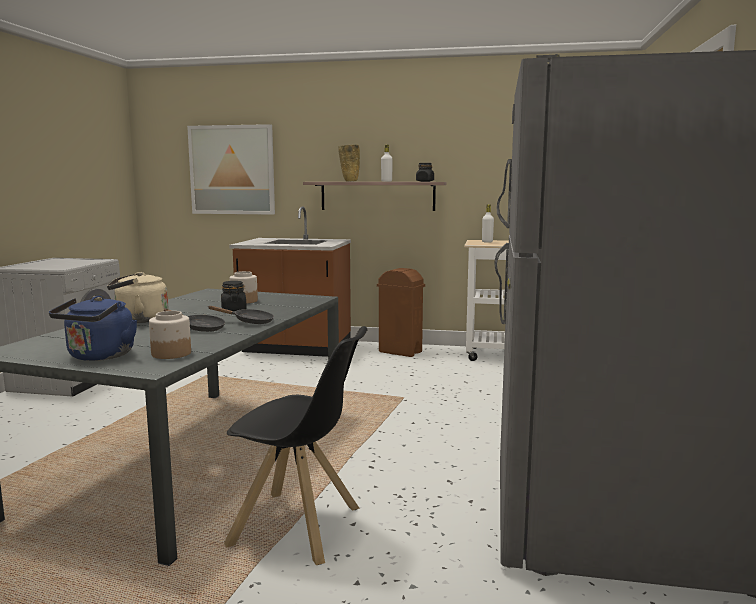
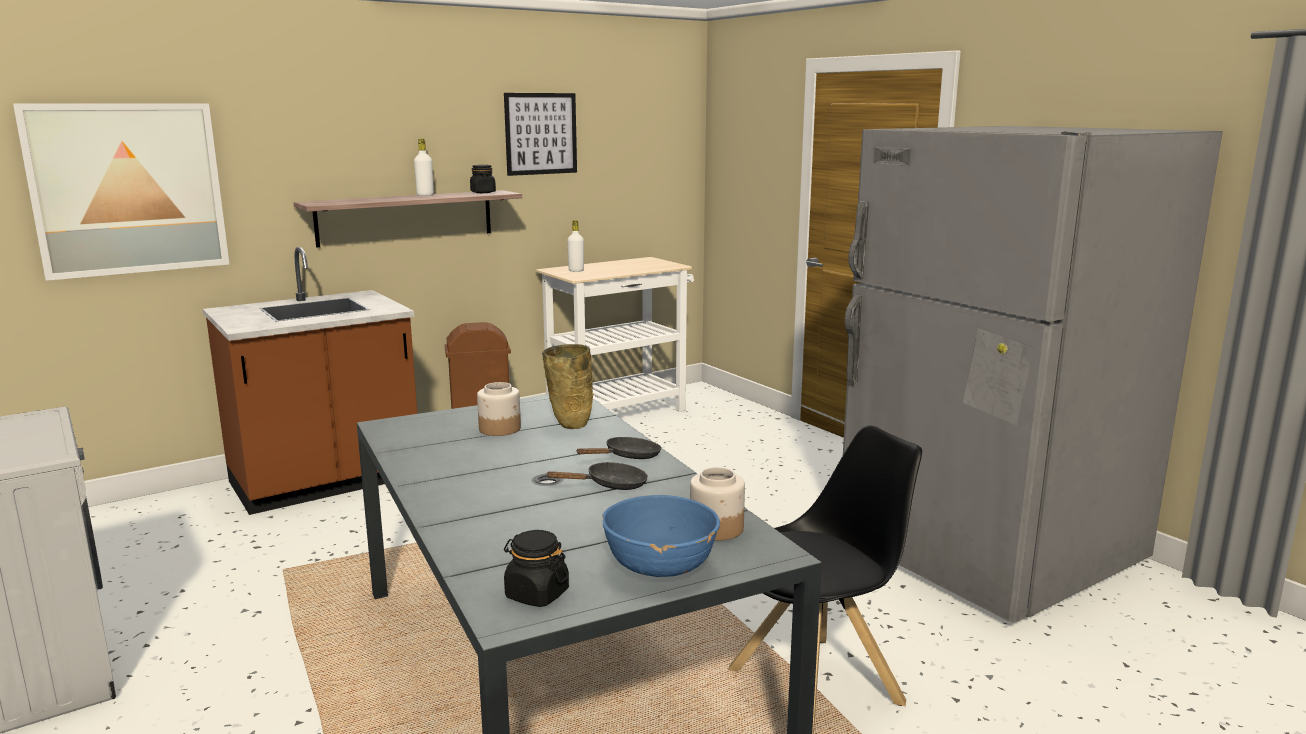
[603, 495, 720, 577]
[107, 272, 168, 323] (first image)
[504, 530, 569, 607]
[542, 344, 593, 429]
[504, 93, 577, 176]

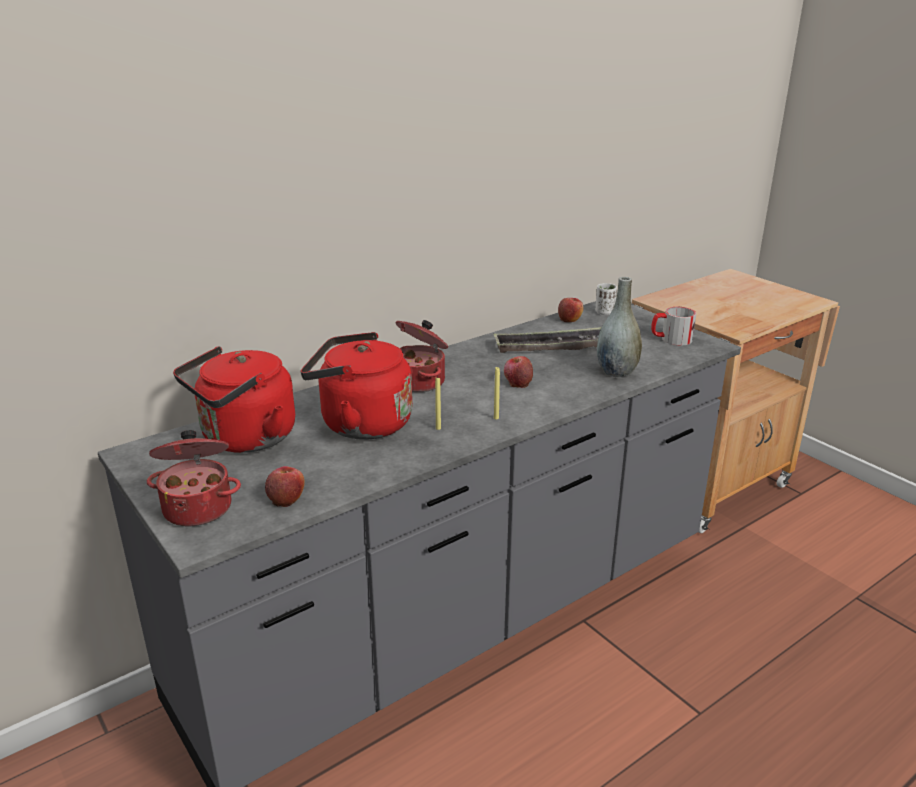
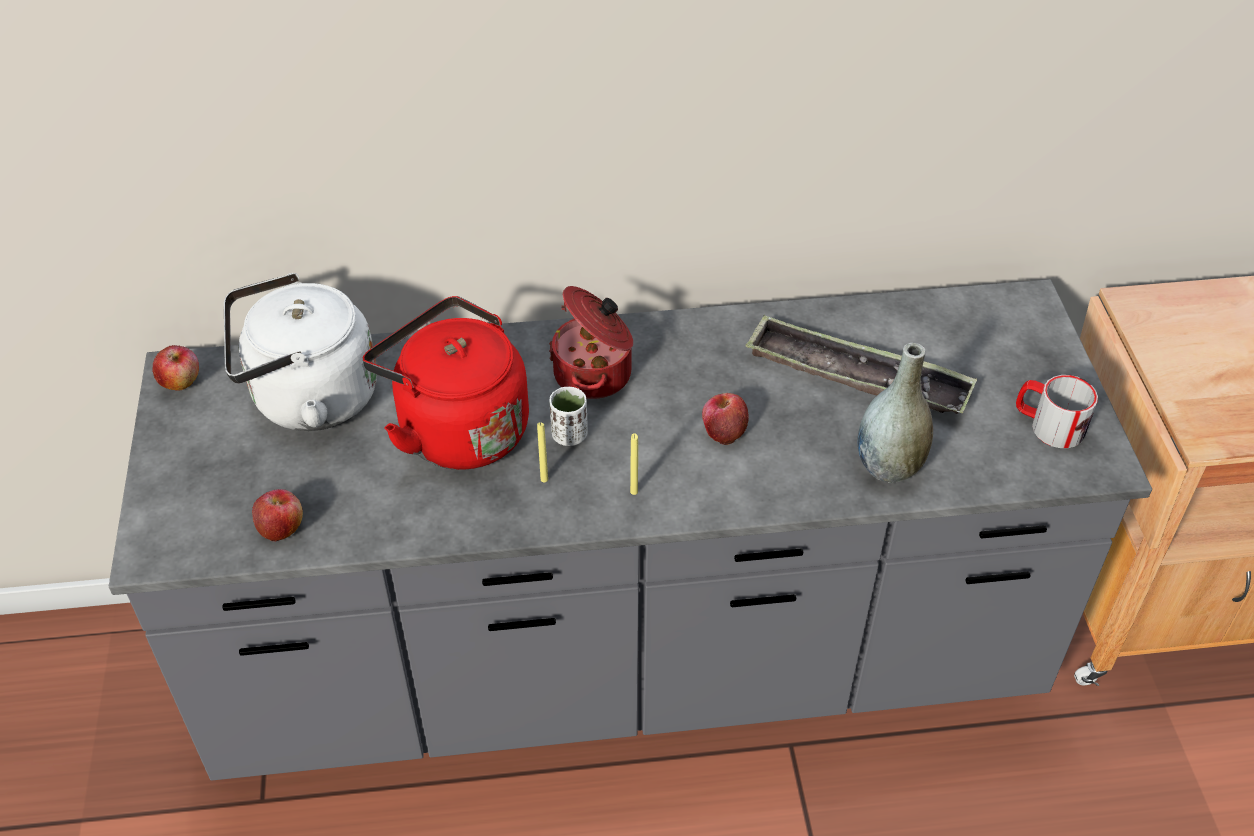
[147, 430, 241, 526] (first image)
[224, 273, 377, 431]
[152, 345, 199, 391]
[549, 387, 588, 446]

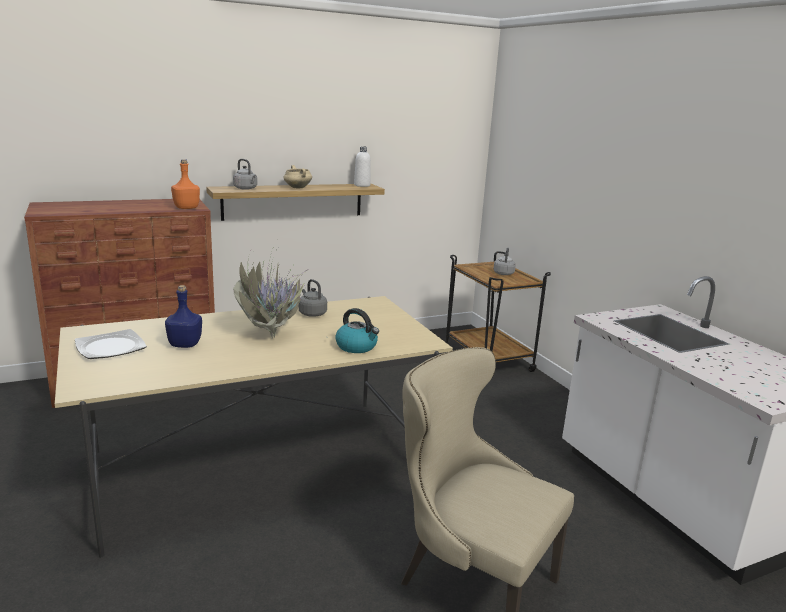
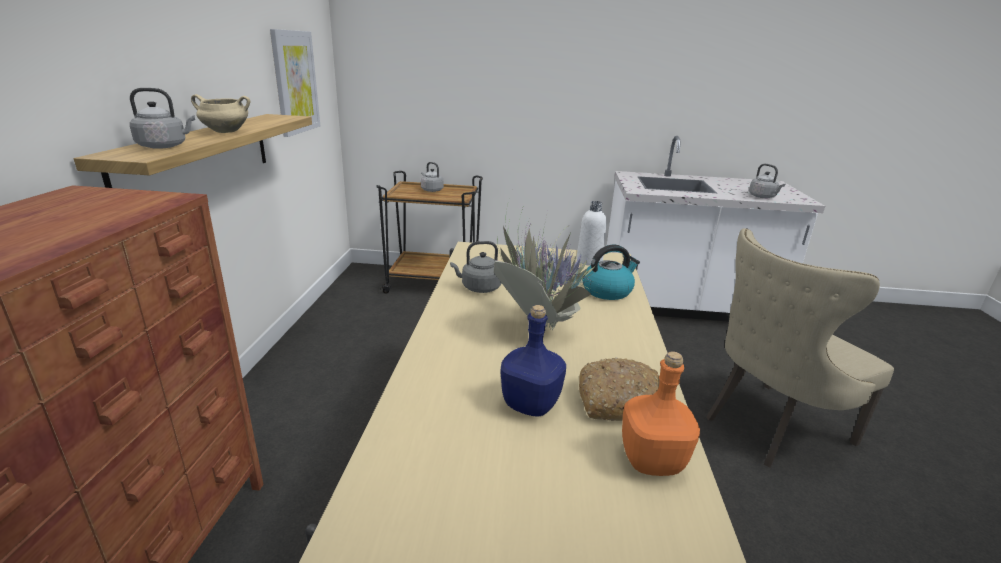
[75, 329, 147, 359] (first image)
[622, 351, 700, 476]
[577, 201, 606, 266]
[270, 29, 320, 137]
[579, 357, 660, 421]
[749, 164, 785, 198]

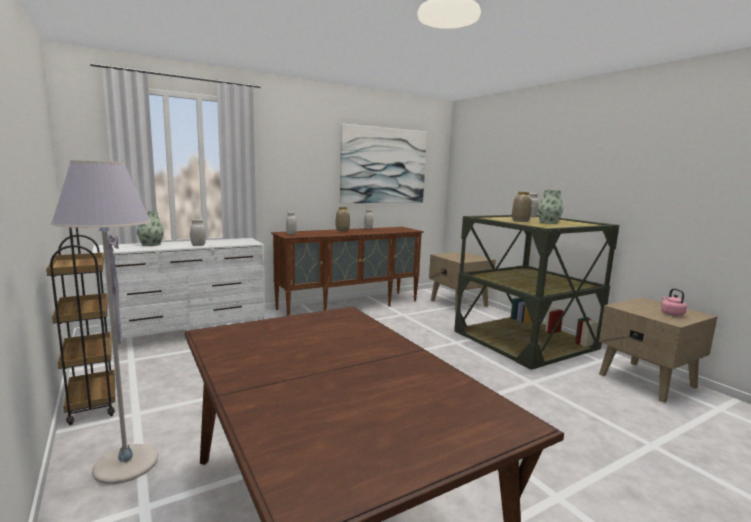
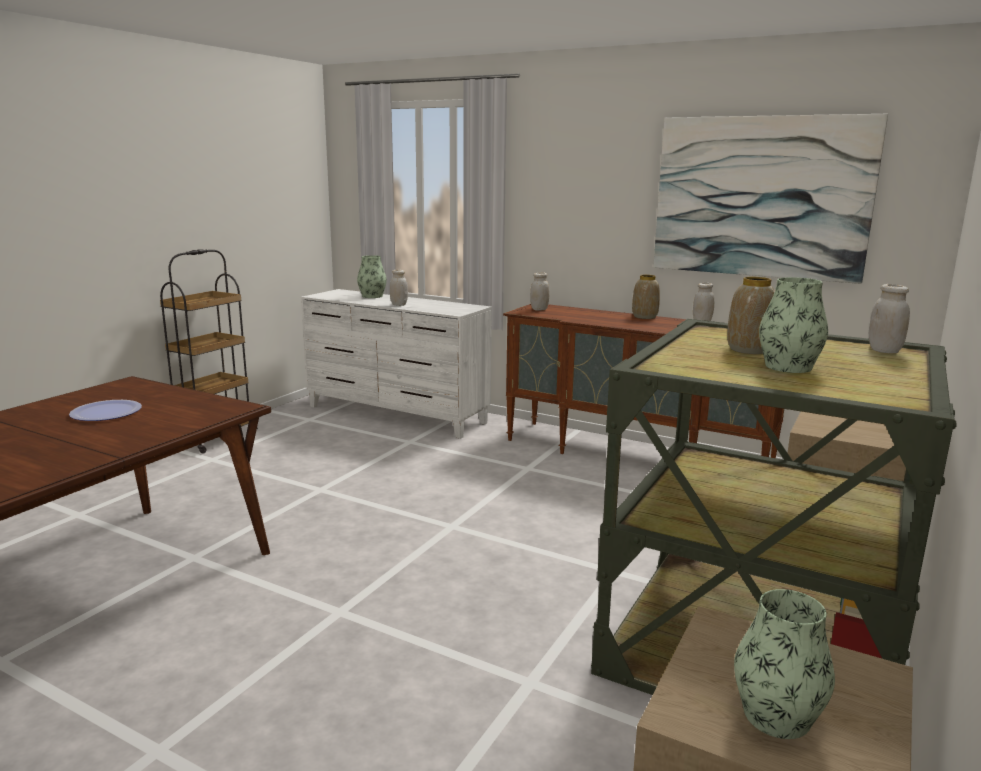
[51, 160, 158, 484] (first image)
[734, 589, 835, 739]
[69, 400, 142, 421]

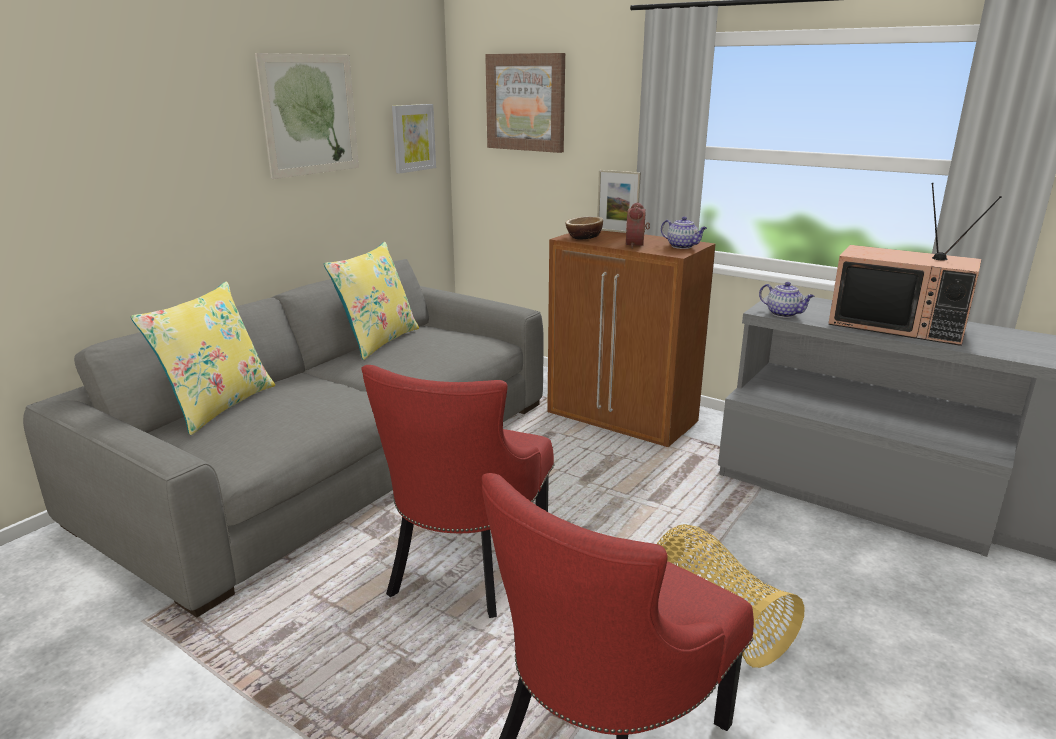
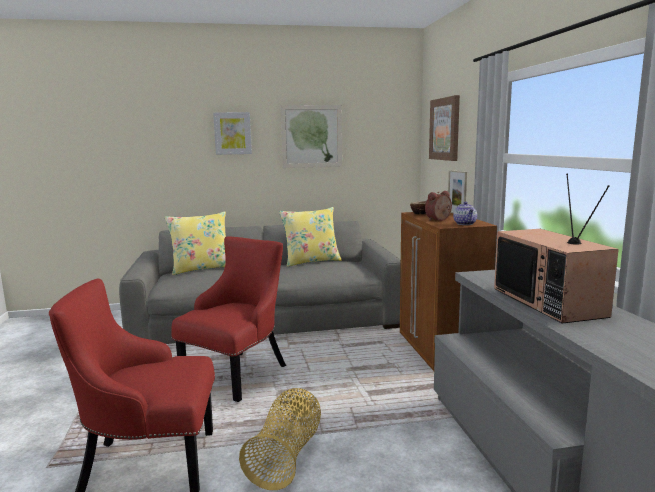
[171, 237, 286, 402]
[213, 112, 252, 155]
[759, 282, 814, 318] (first image)

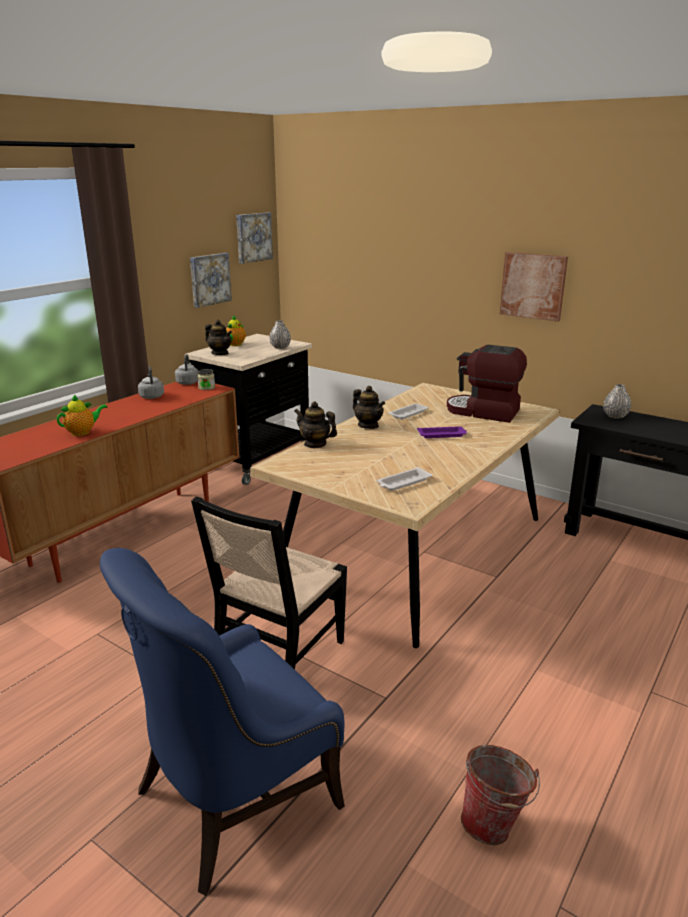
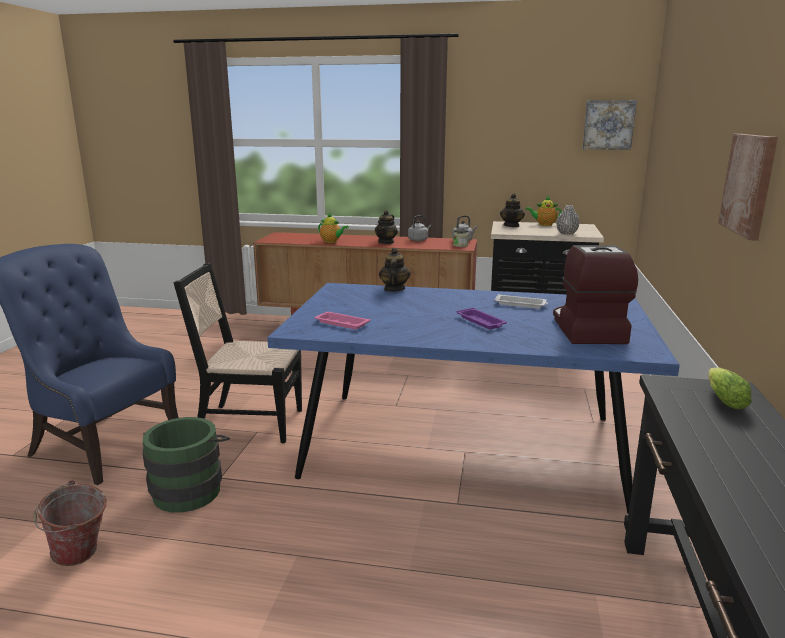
[190, 253, 232, 308] (first image)
[267, 283, 680, 513]
[375, 210, 398, 244]
[315, 312, 371, 329]
[708, 367, 752, 410]
[143, 417, 230, 513]

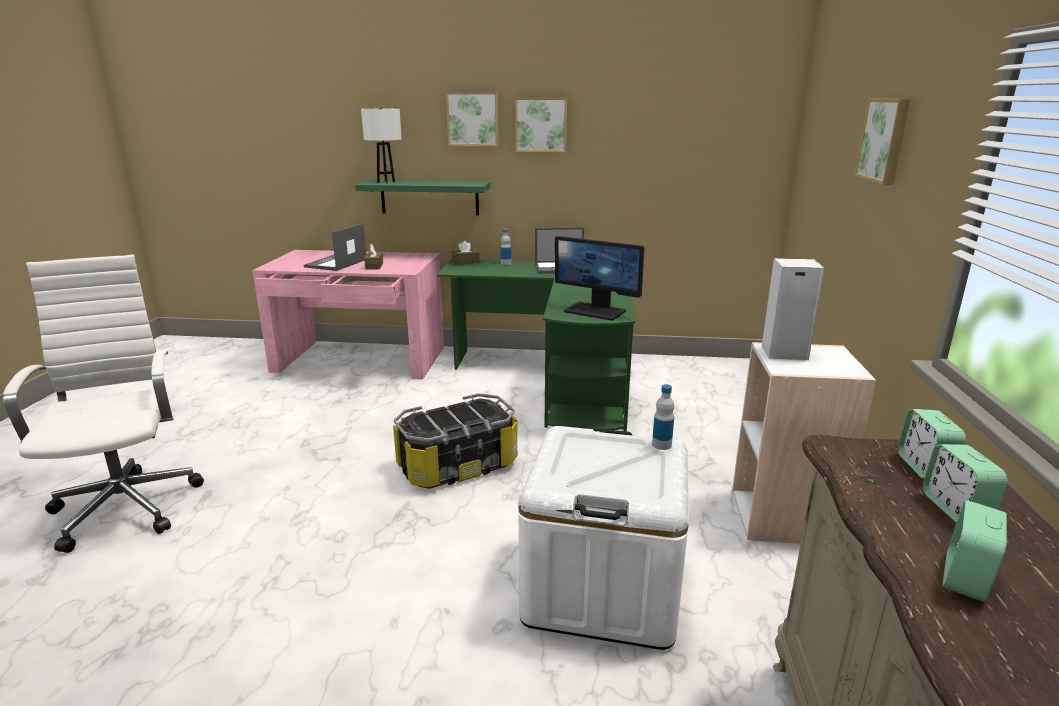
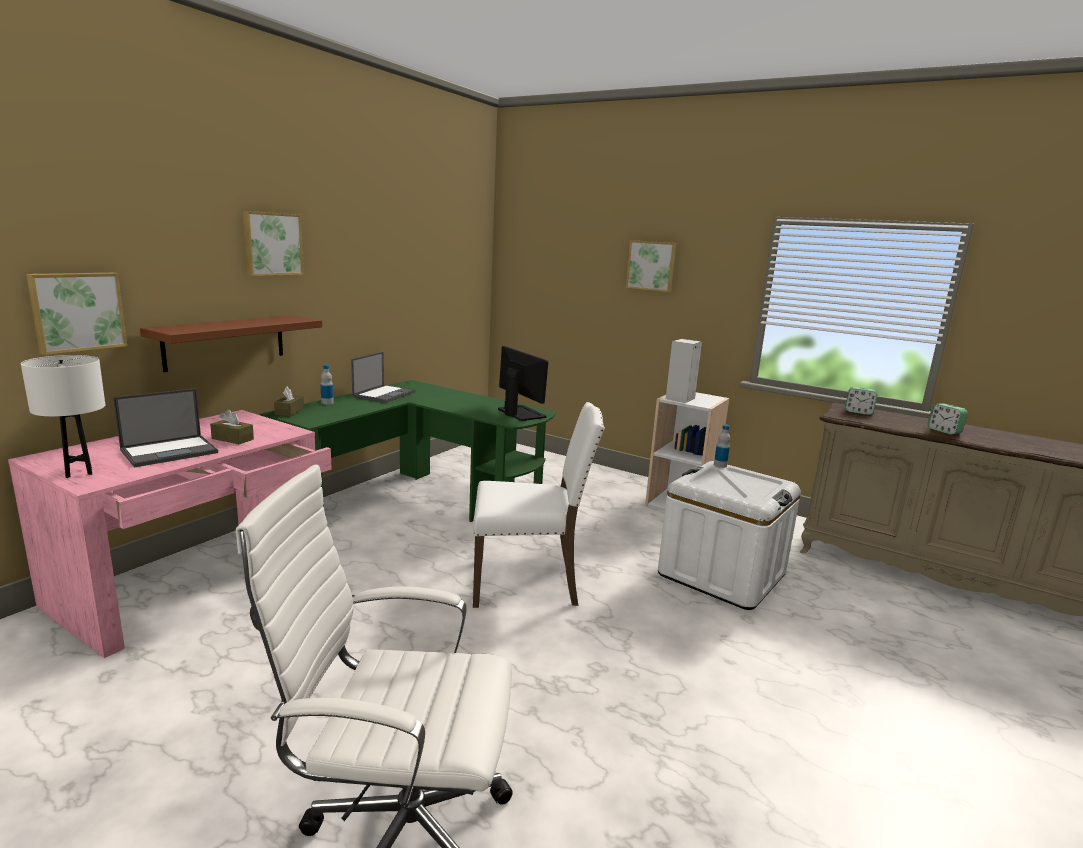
[113, 388, 218, 467]
[140, 315, 322, 372]
[21, 355, 105, 478]
[473, 402, 605, 608]
[26, 273, 127, 355]
[498, 346, 548, 421]
[923, 444, 1008, 523] (first image)

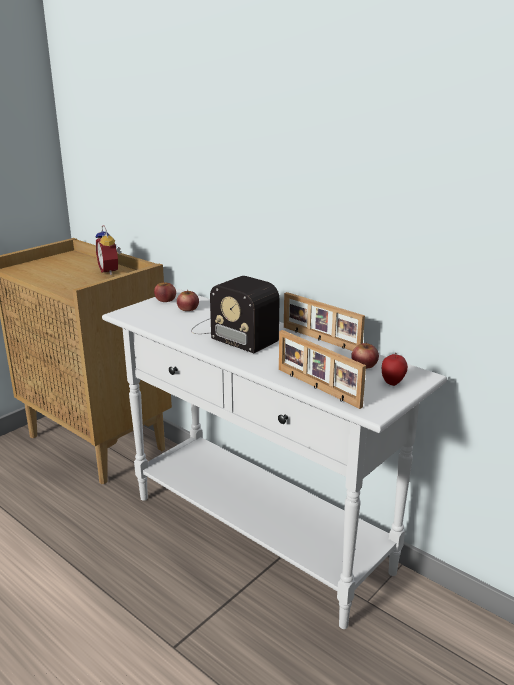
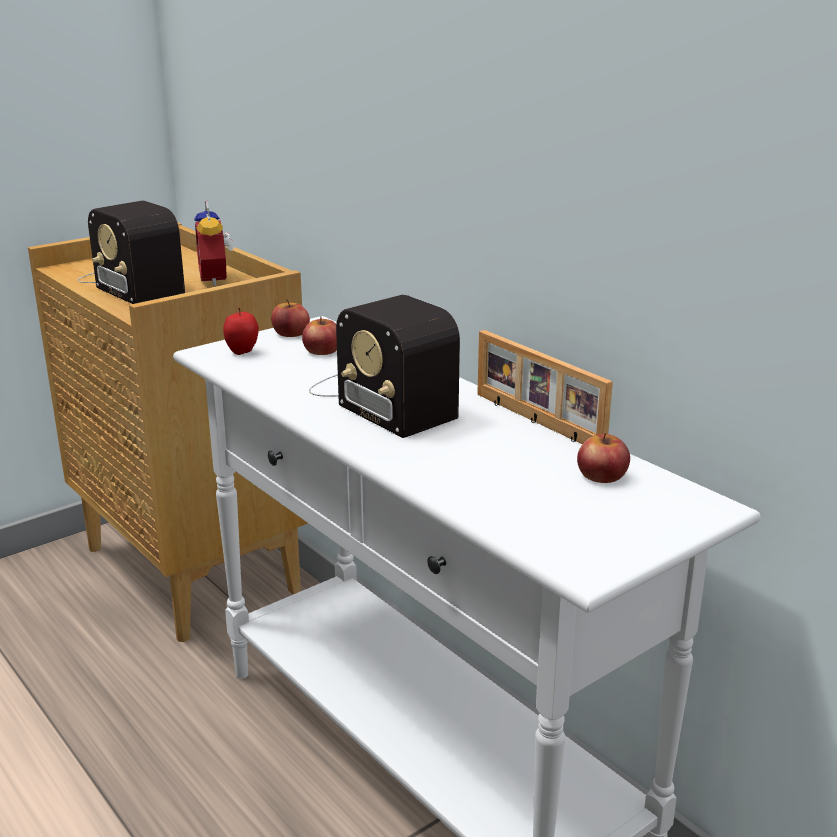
[279, 330, 366, 409] (first image)
[223, 308, 259, 355]
[77, 201, 185, 304]

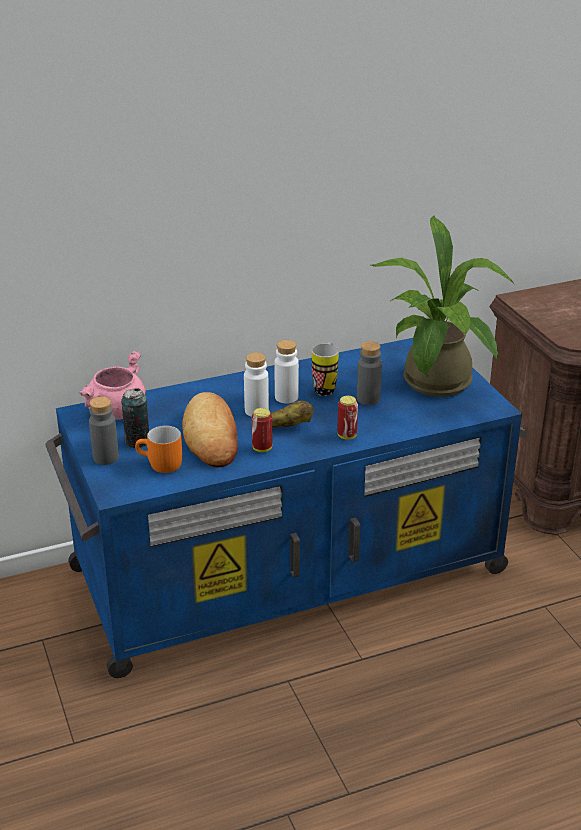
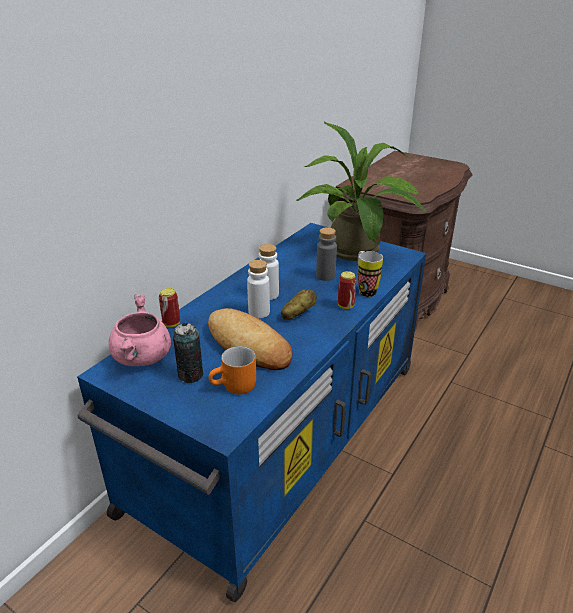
[89, 397, 119, 465] (first image)
[159, 288, 180, 327]
[358, 251, 383, 297]

